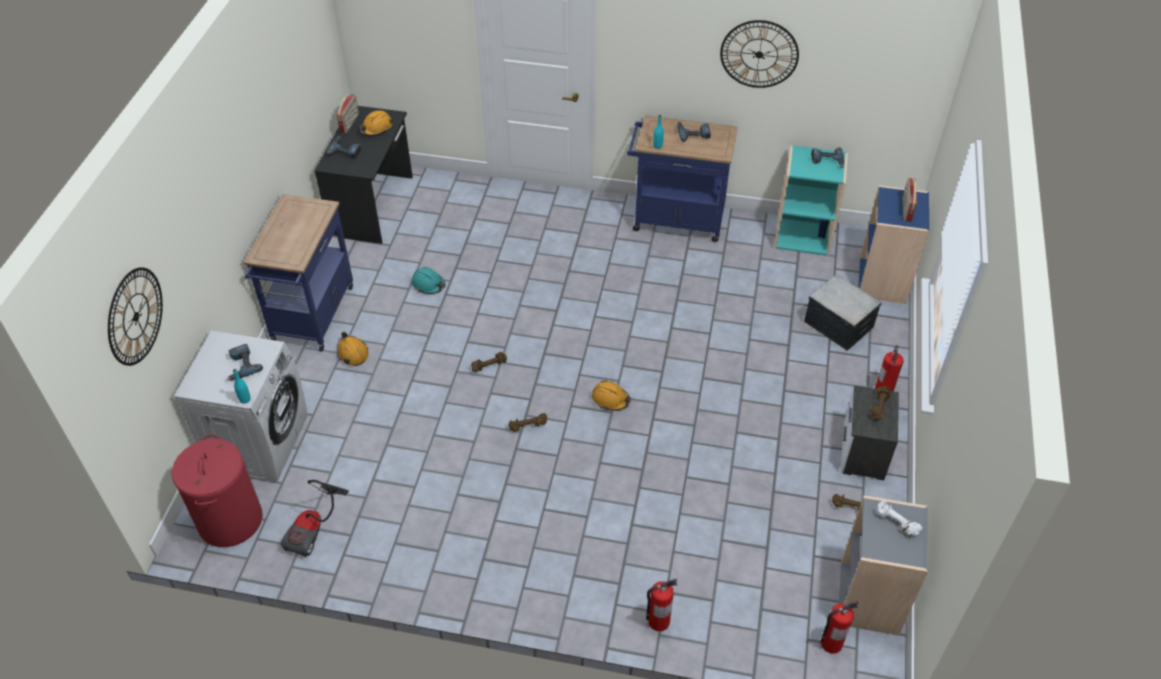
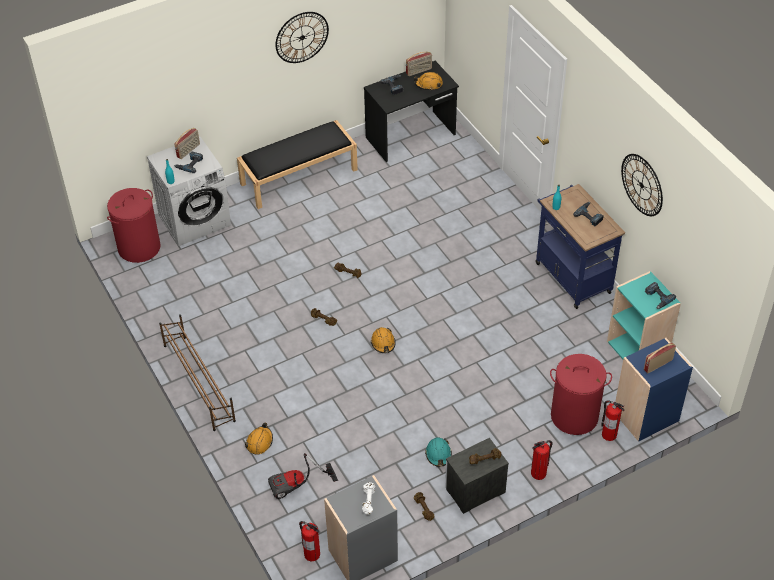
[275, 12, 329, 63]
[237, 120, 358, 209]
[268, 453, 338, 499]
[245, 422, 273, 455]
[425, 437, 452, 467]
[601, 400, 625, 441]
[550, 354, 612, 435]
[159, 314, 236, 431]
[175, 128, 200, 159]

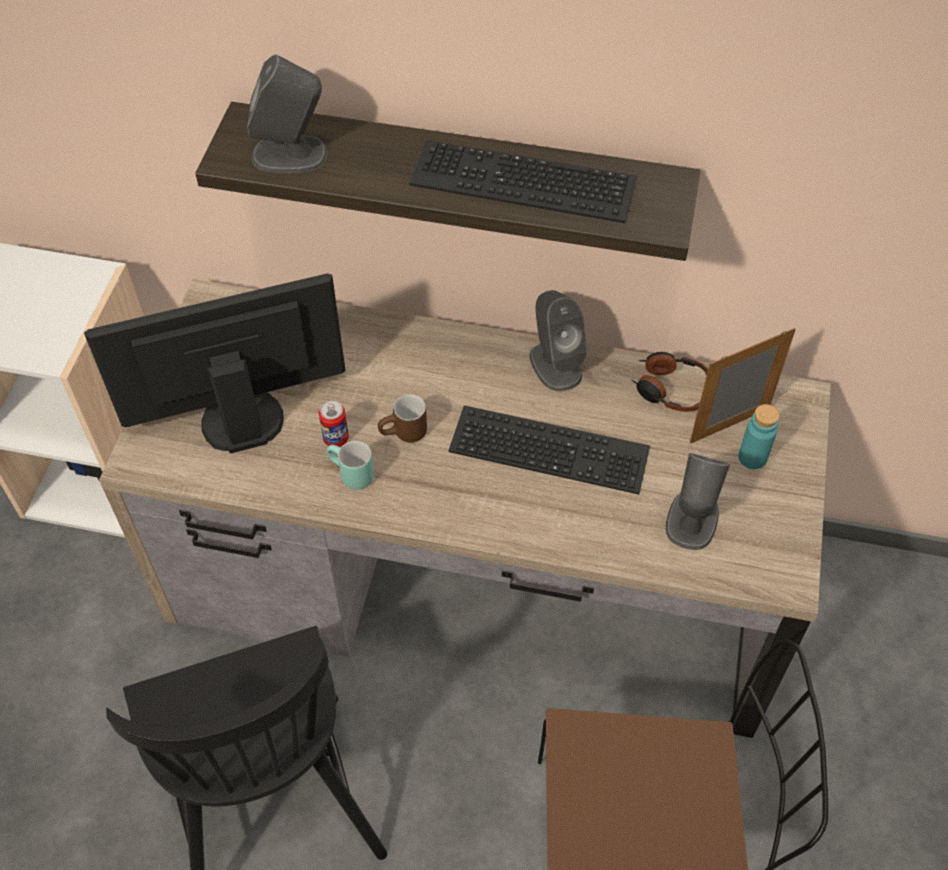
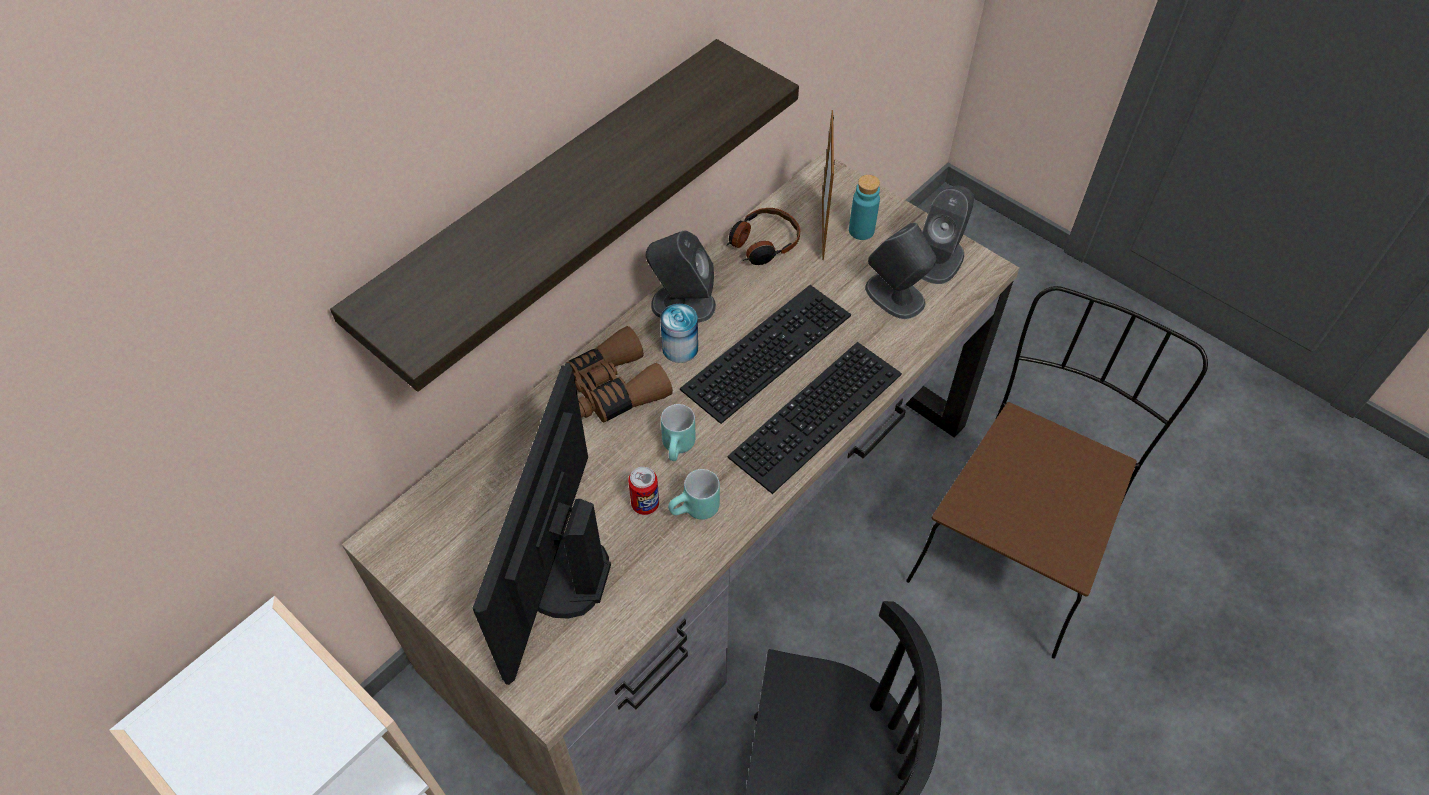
[921, 186, 974, 284]
[661, 404, 696, 461]
[728, 342, 902, 494]
[566, 326, 673, 423]
[660, 304, 698, 363]

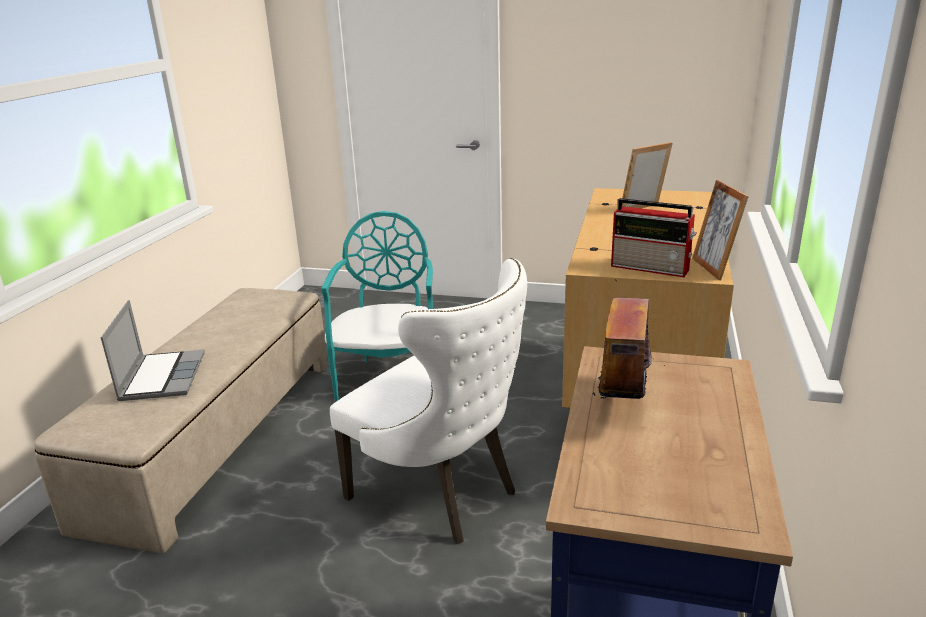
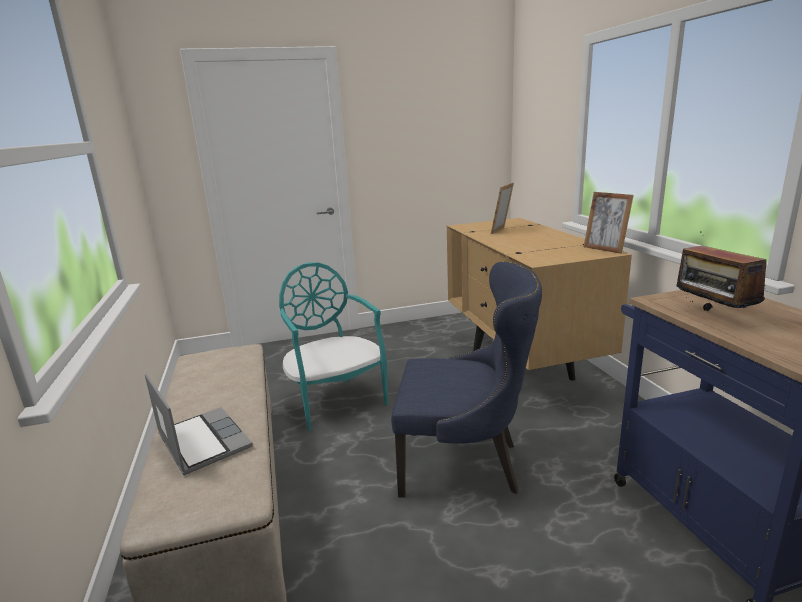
[391, 261, 542, 498]
[611, 198, 697, 277] (first image)

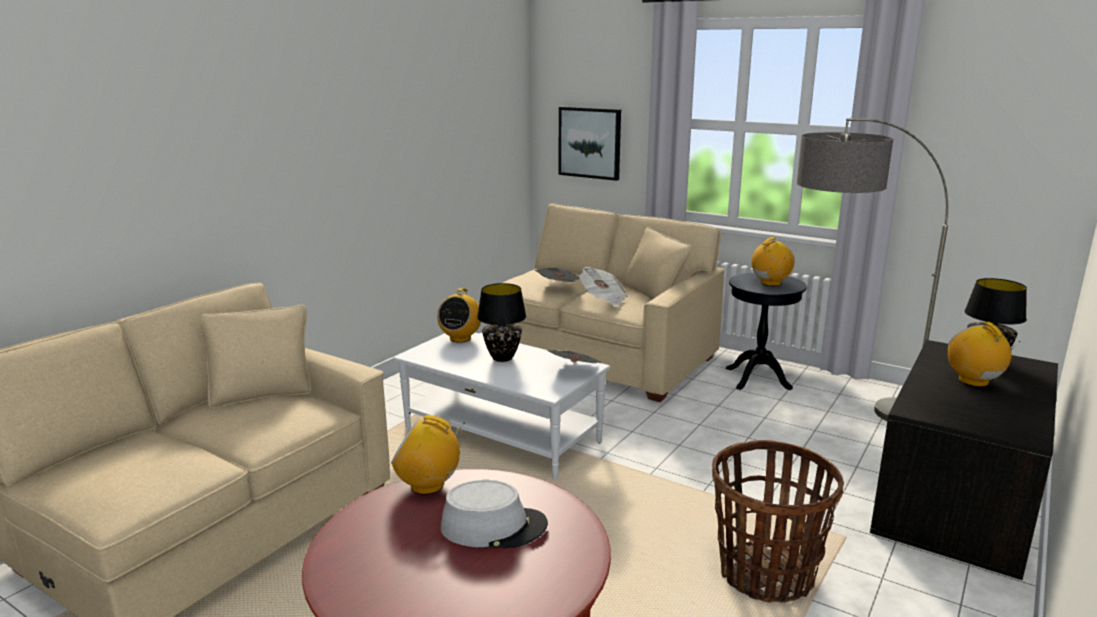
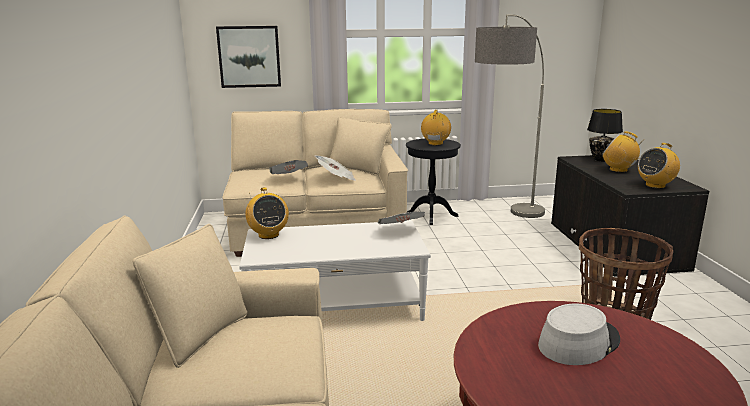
[638, 143, 680, 188]
[477, 283, 526, 362] (first image)

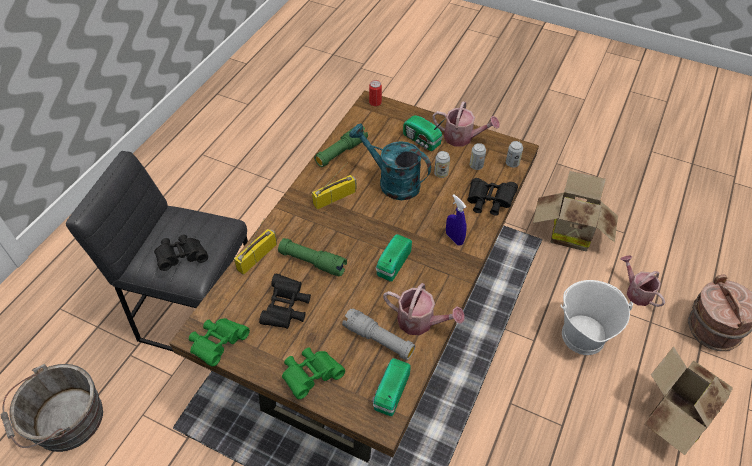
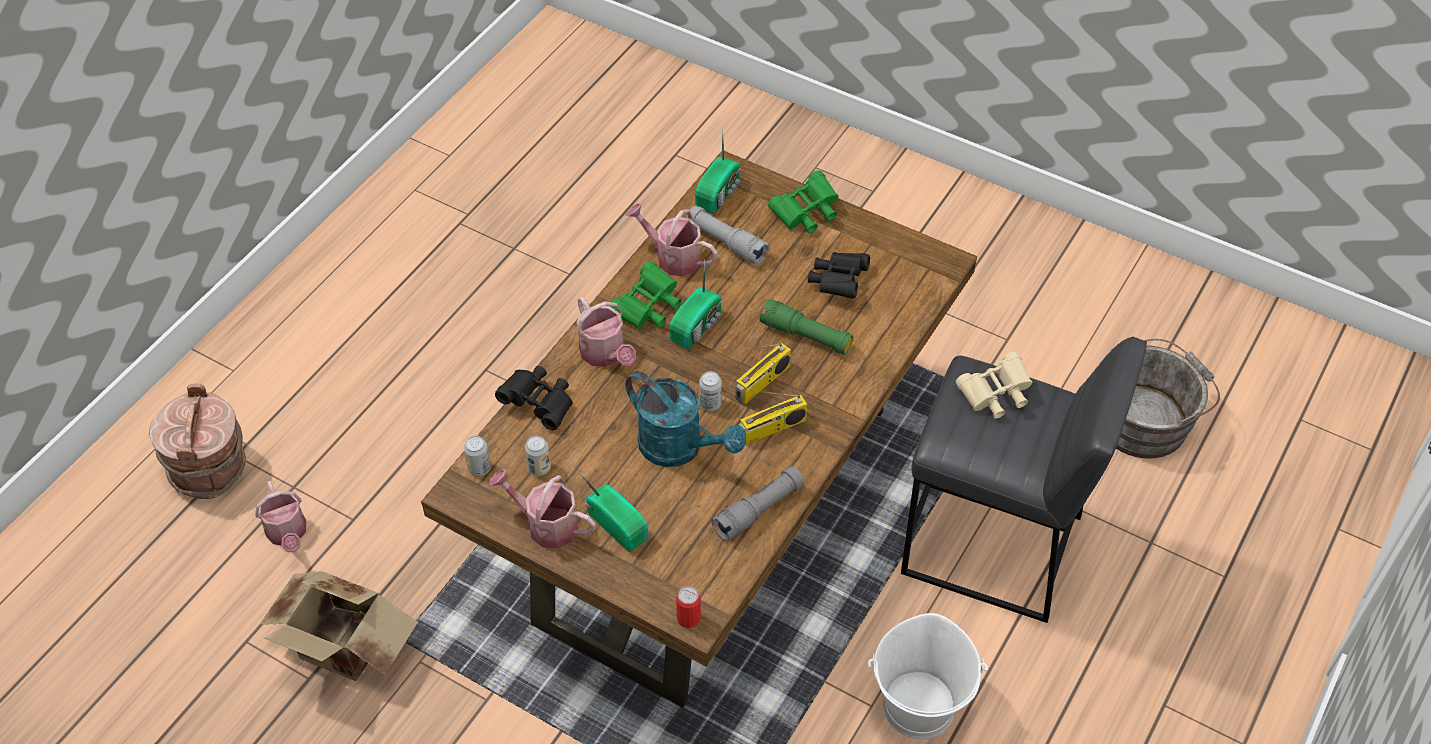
[956, 352, 1032, 419]
[610, 261, 682, 329]
[736, 343, 791, 404]
[711, 466, 804, 541]
[699, 371, 722, 411]
[576, 297, 636, 367]
[868, 613, 988, 739]
[644, 346, 733, 455] (first image)

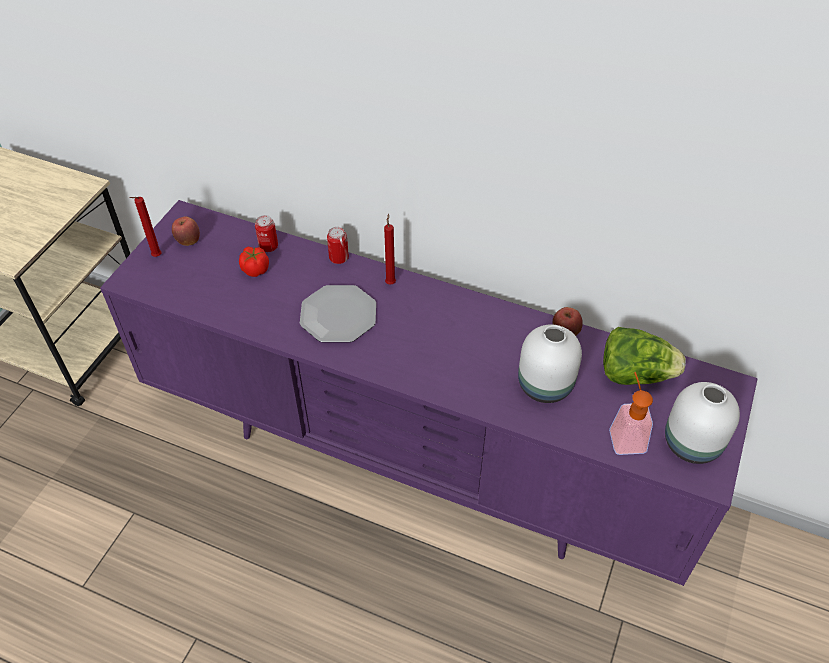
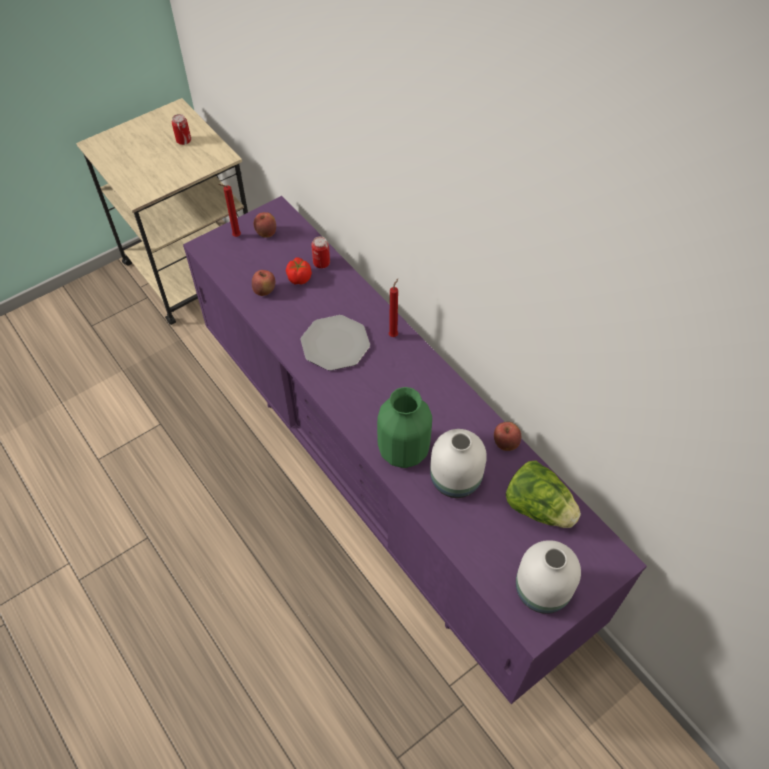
[172, 114, 191, 145]
[609, 372, 653, 455] (first image)
[252, 270, 275, 296]
[377, 387, 432, 468]

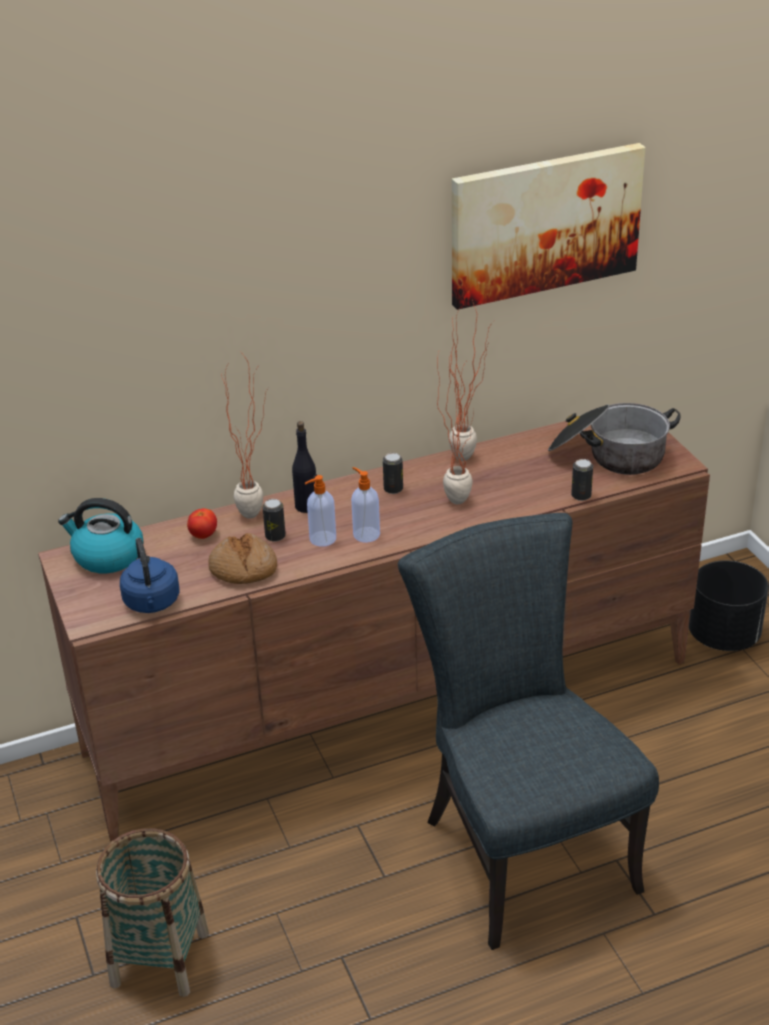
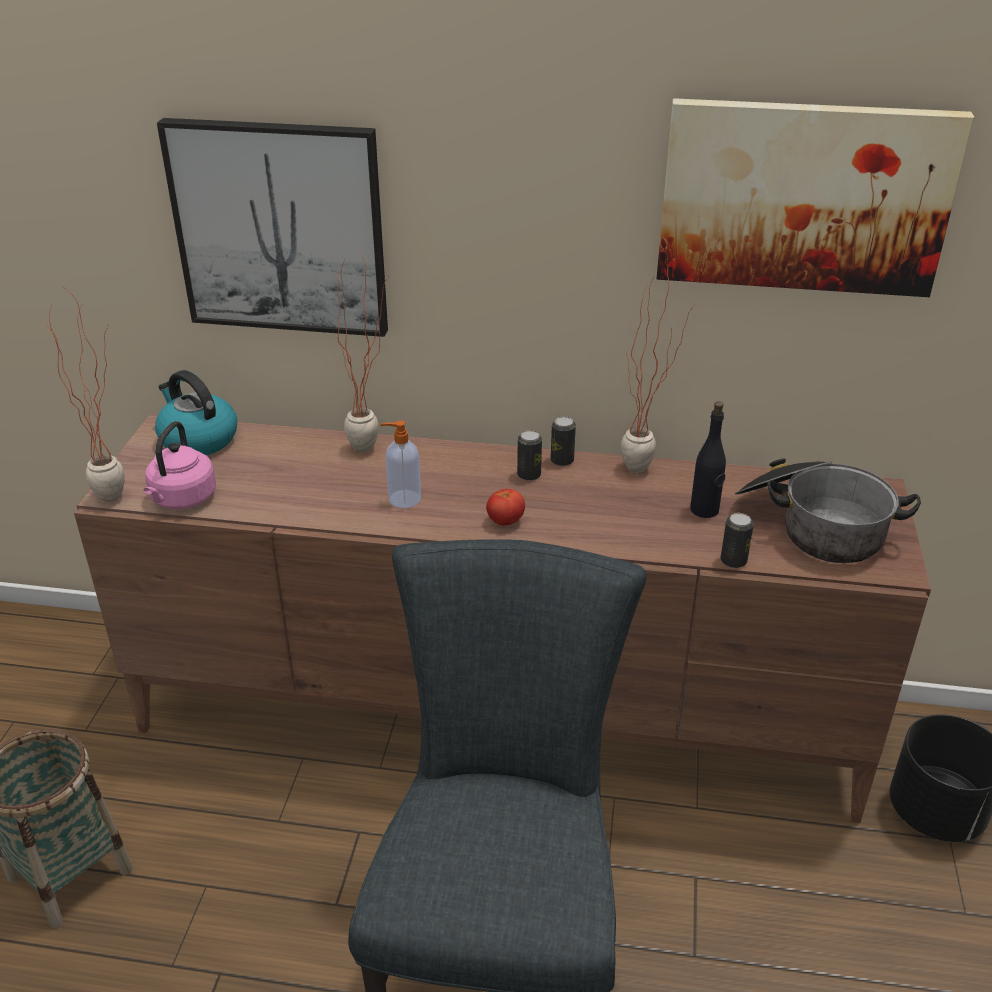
[144, 421, 216, 509]
[486, 489, 525, 526]
[208, 533, 277, 584] (first image)
[551, 416, 576, 466]
[690, 401, 726, 518]
[351, 467, 380, 543] (first image)
[44, 285, 125, 502]
[157, 118, 388, 337]

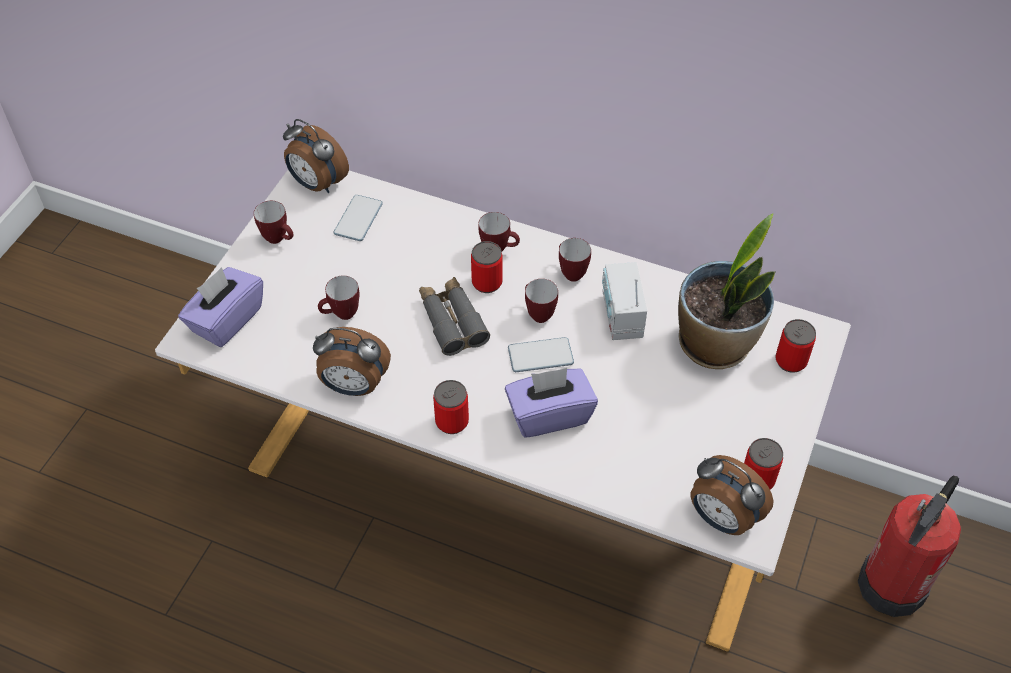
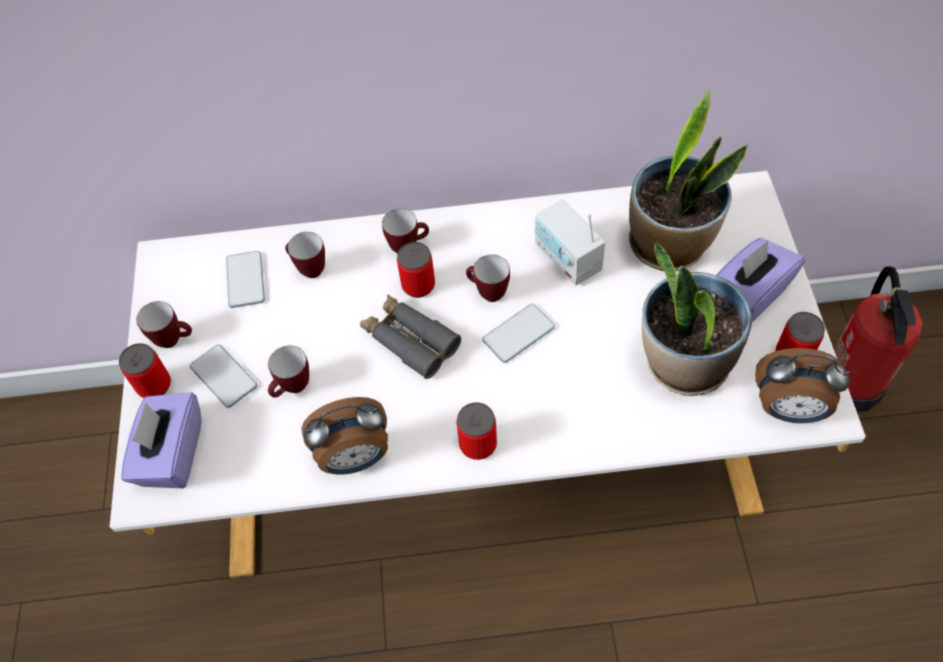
[283, 119, 349, 193] (first image)
[716, 238, 805, 322]
[285, 232, 325, 278]
[119, 343, 171, 398]
[190, 344, 257, 408]
[642, 243, 752, 396]

